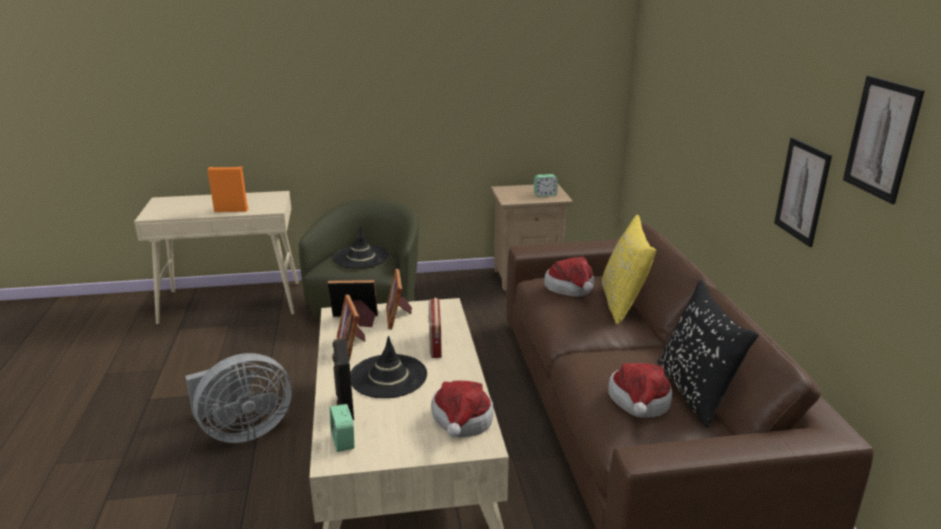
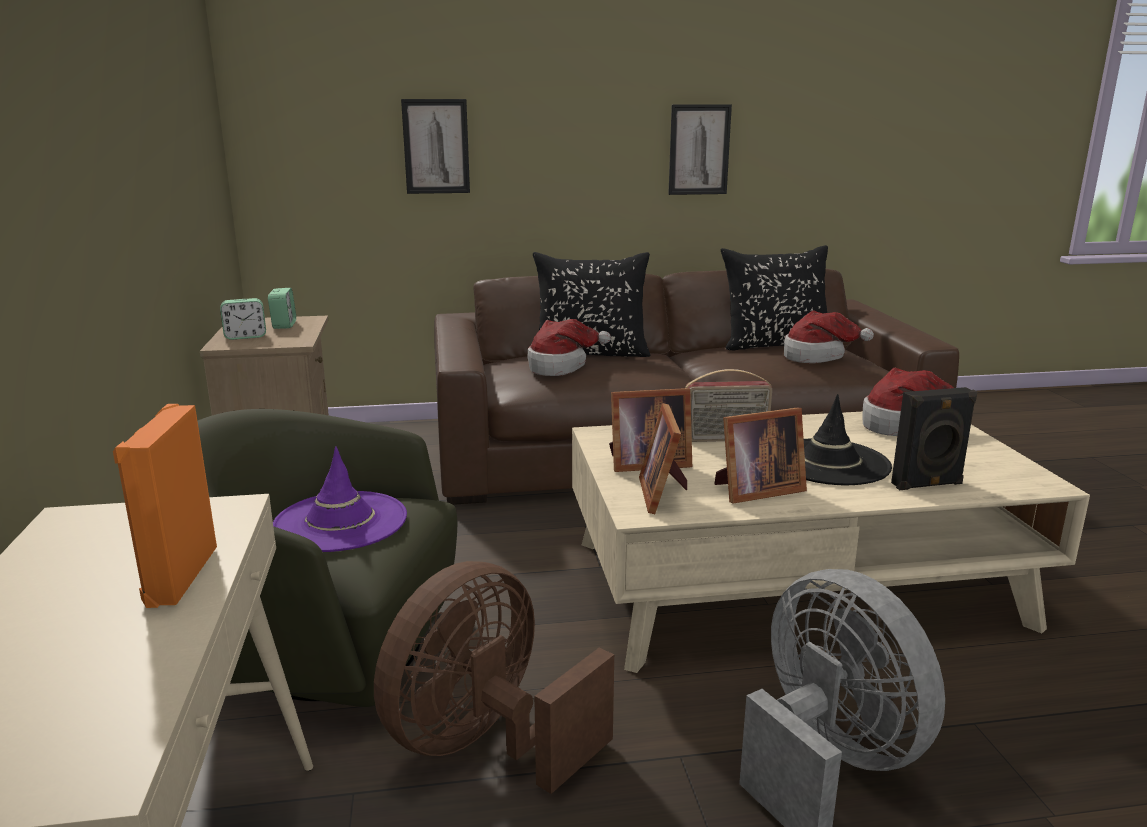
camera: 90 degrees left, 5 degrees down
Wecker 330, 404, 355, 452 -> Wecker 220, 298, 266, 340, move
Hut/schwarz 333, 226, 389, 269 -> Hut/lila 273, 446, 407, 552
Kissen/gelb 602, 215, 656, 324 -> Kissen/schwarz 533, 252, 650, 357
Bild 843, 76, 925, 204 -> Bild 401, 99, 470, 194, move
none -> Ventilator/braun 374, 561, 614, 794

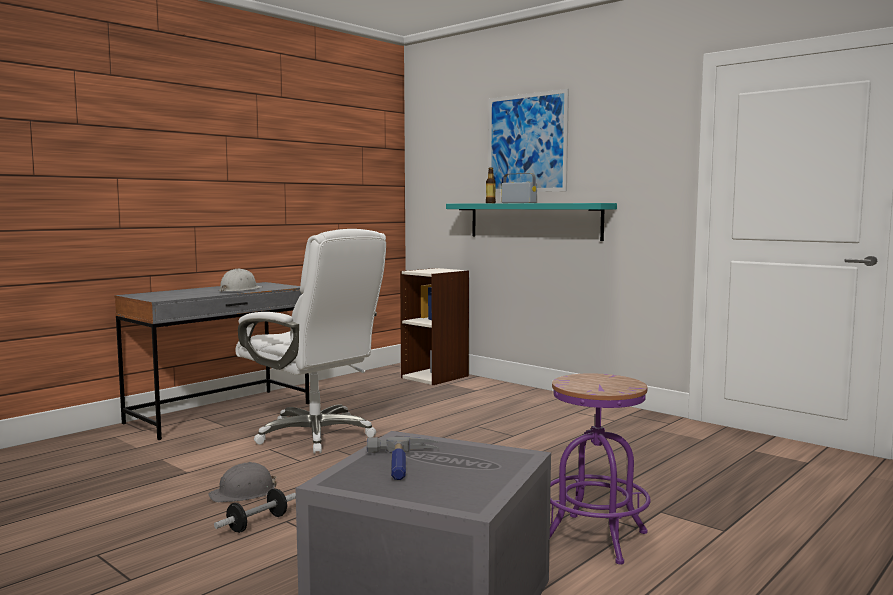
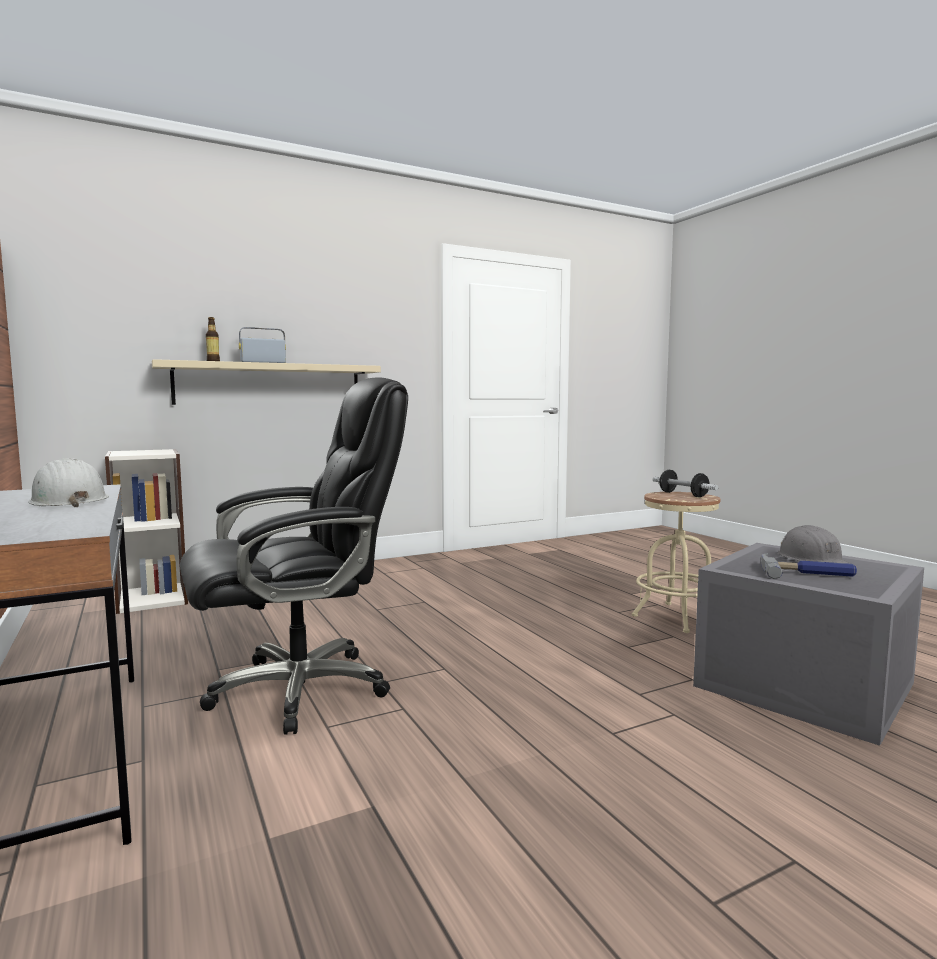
camera: 70 degrees left, 0 degrees up
Schutzhelm/grau 208, 462, 277, 502 -> Schutzhelm/grau 778, 525, 850, 564, move
Hantel 214, 488, 296, 533 -> Hantel 653, 470, 718, 498, move
Bürostuhl/weiß 236, 229, 386, 454 -> Bürostuhl/schwarz 180, 377, 408, 735
Wandregal/türkis 446, 203, 617, 241 -> Wandregal/beige 152, 359, 381, 405
Bild 488, 89, 569, 193 -> none
Hocker/lila 550, 373, 651, 565 -> Hocker/beige 632, 492, 720, 633

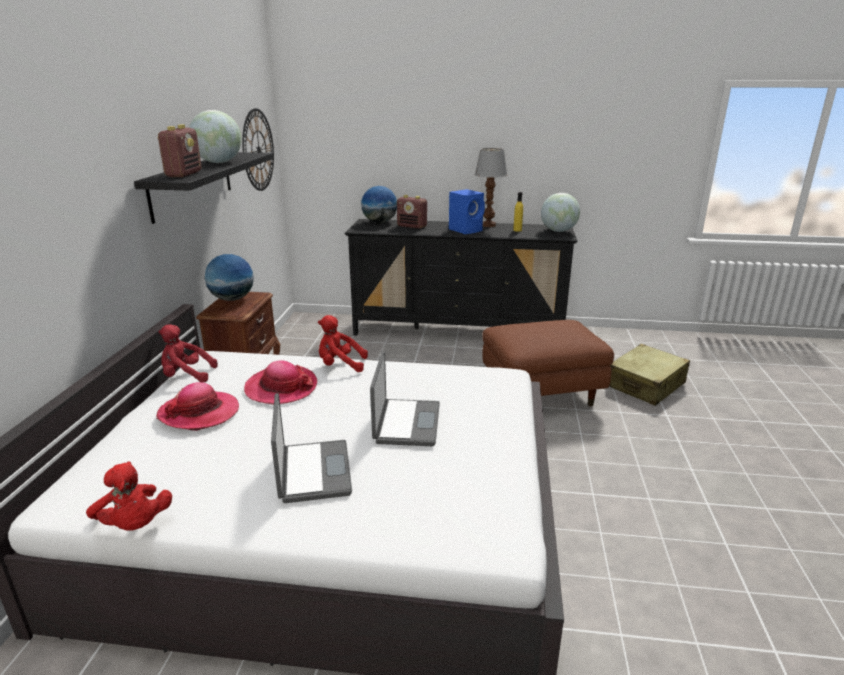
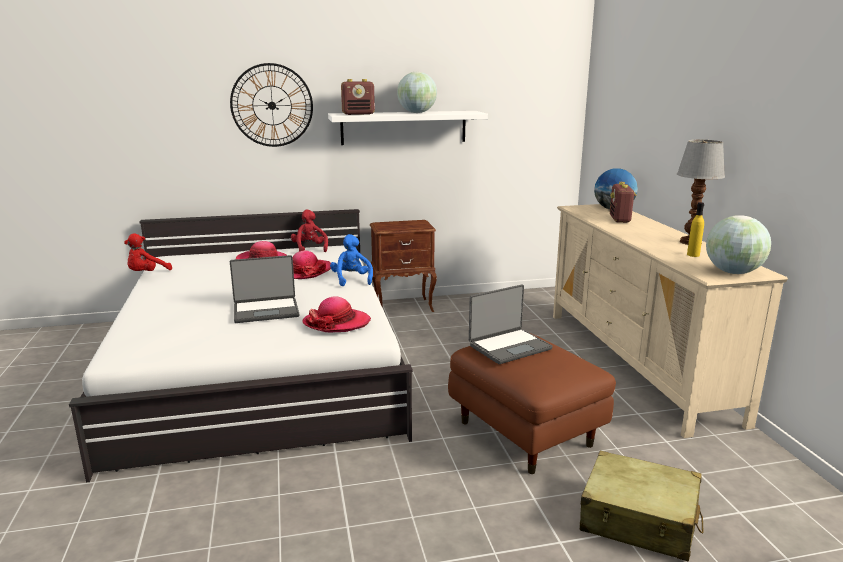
camera: 70 degrees right, 5 degrees down
Wandregal/schwarz 134, 152, 273, 224 -> Wandregal/weiß 328, 111, 488, 145
Globus 205, 254, 254, 301 -> none
Wanduhr 242, 108, 274, 191 -> Wanduhr 230, 63, 313, 147, move
Laptop 271, 393, 352, 503 -> Laptop 469, 284, 553, 364, move
Plüschtier/rot 318, 315, 368, 372 -> Plüschtier/blau 330, 234, 373, 286
Kommode/schwarz 344, 219, 578, 336 -> Kommode/beige 553, 204, 788, 438
Lautsprecher/blau 449, 189, 485, 234 -> none
none -> Hut 302, 296, 371, 332

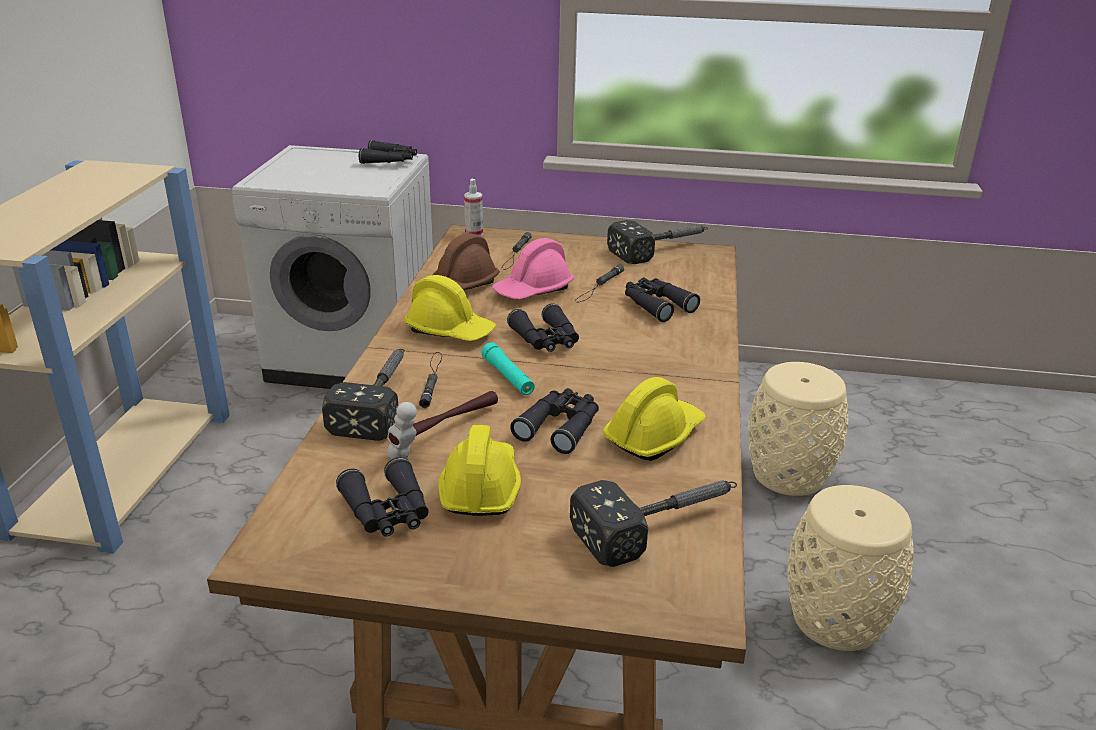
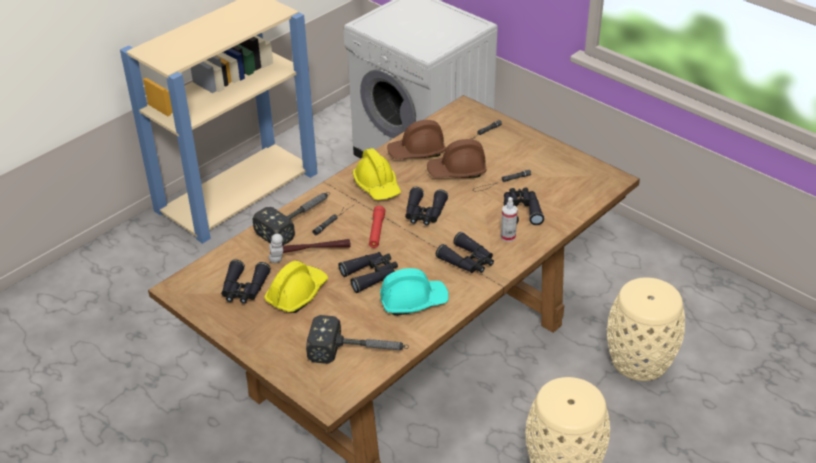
camera: 35 degrees right, 10 degrees up
Fernglas/schwarz 359, 140, 417, 164 -> Fernglas/schwarz 436, 232, 494, 273, move
Sprühflasche 464, 179, 483, 236 -> Sprühflasche 501, 197, 518, 242, move
Taschenlampe/türkis 481, 342, 535, 395 -> Taschenlampe/rot 369, 206, 385, 248
Schutzhelm/rosa 492, 238, 574, 299 -> Schutzhelm/braun 427, 139, 487, 178
Schutzhelm/gelb 603, 377, 706, 461 -> Schutzhelm/türkis 380, 268, 448, 316
Hammer 607, 220, 708, 264 -> none

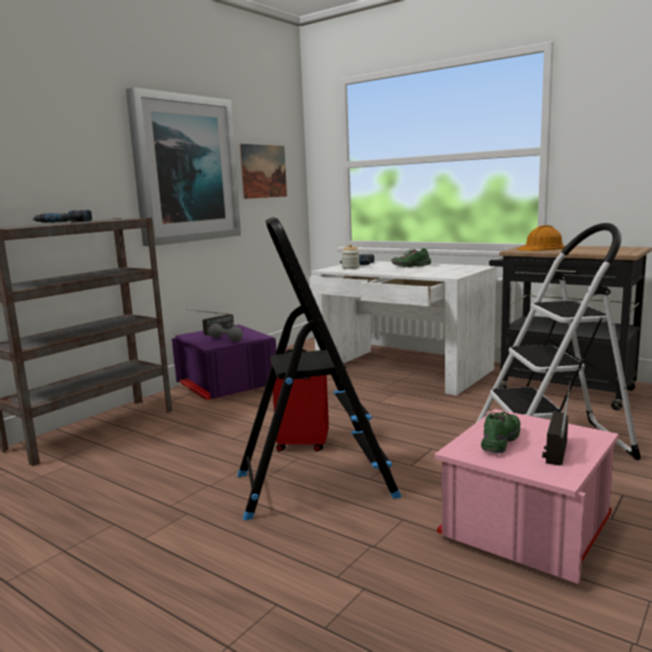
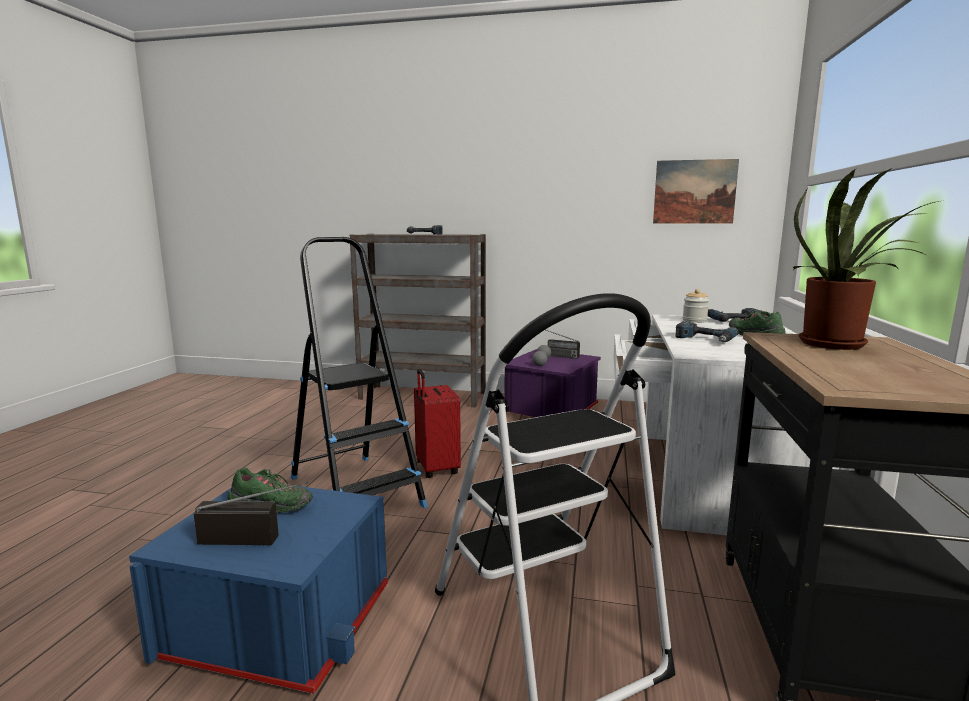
camera: 65 degrees right, 0 degrees up
Bild 126, 87, 241, 246 -> none
Aufbewahrungsbox/rosa 434, 409, 619, 584 -> Aufbewahrungsbox/blau 129, 485, 388, 694
Schutzhelm/orange 516, 225, 564, 251 -> Topfpflanze 793, 168, 939, 350
none -> Bohrmaschine 675, 321, 739, 342

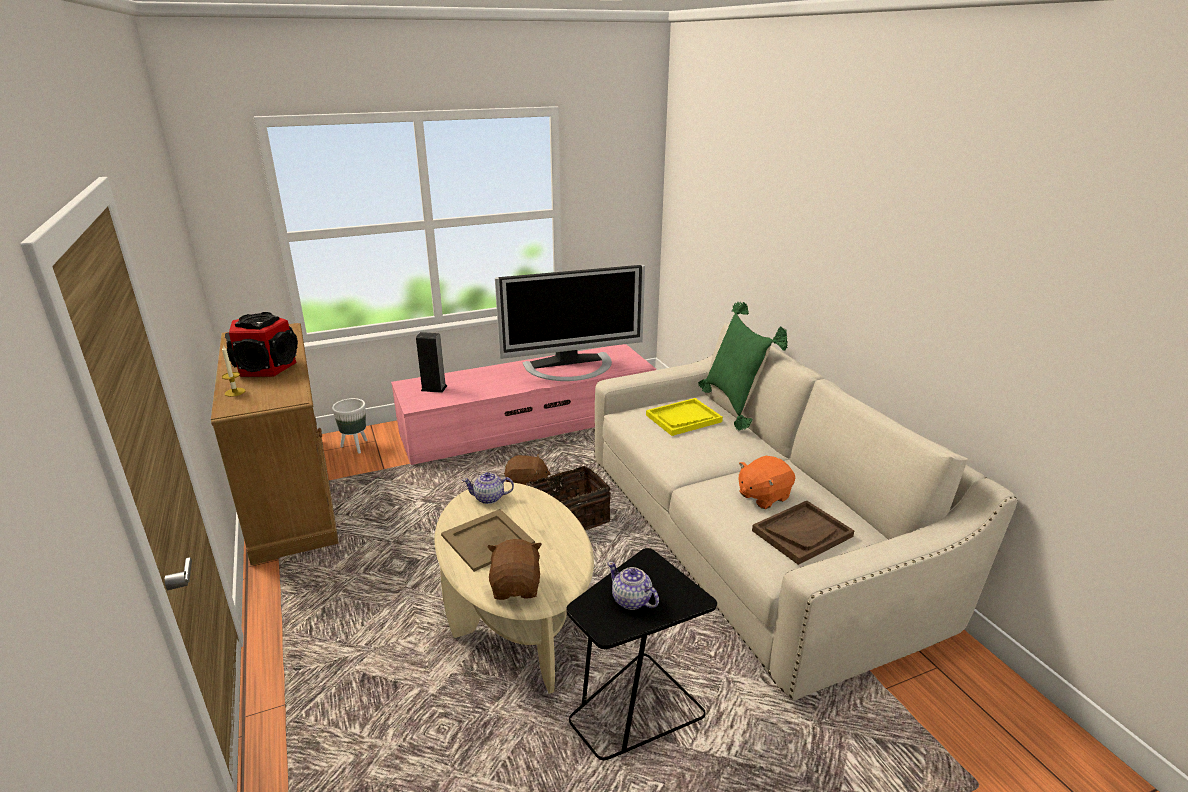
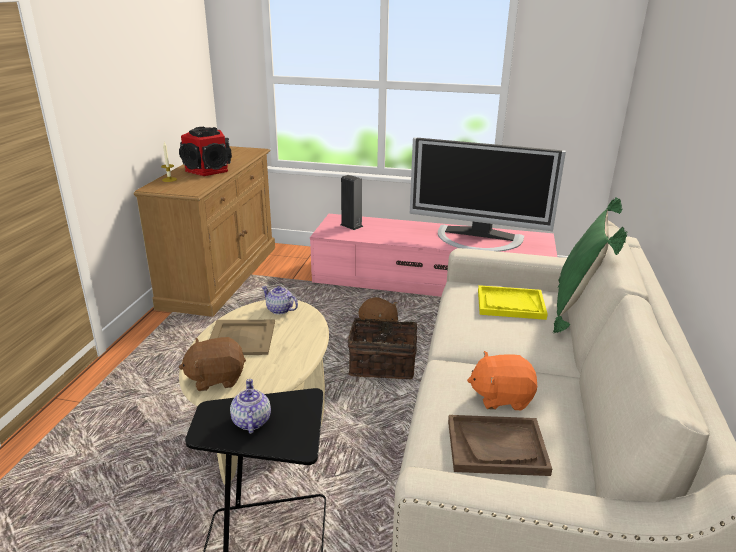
camera: 35 degrees right, 0 degrees up
Pflanzkübel/weiß 332, 398, 367, 454 -> none
Plüschtier/braun 487, 539, 542, 600 -> Plüschtier/braun 179, 337, 246, 391, 135 degrees counterclockwise

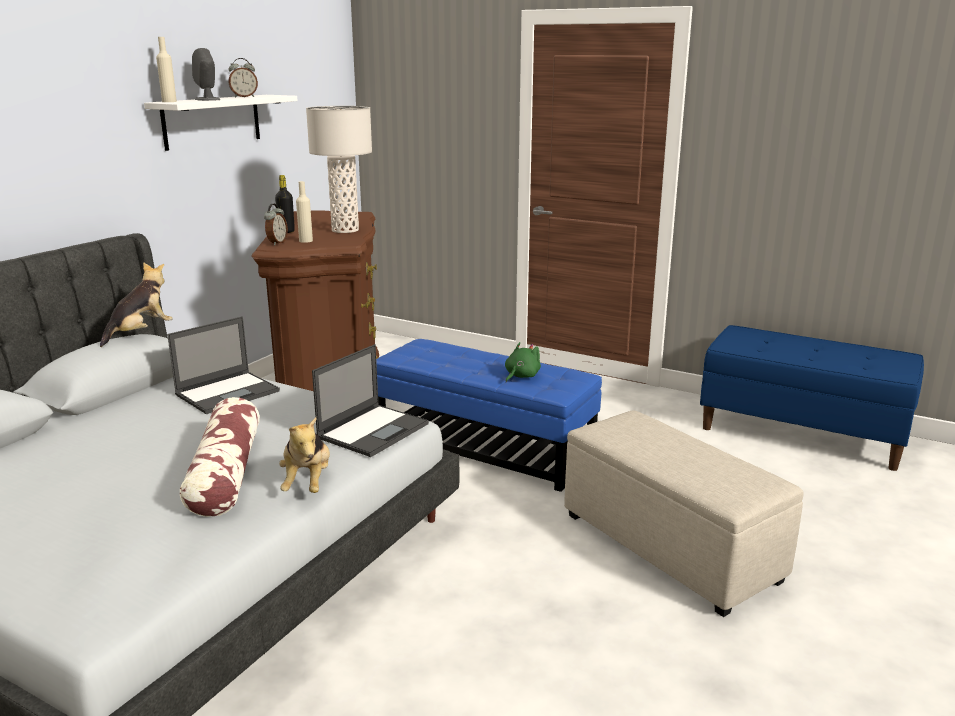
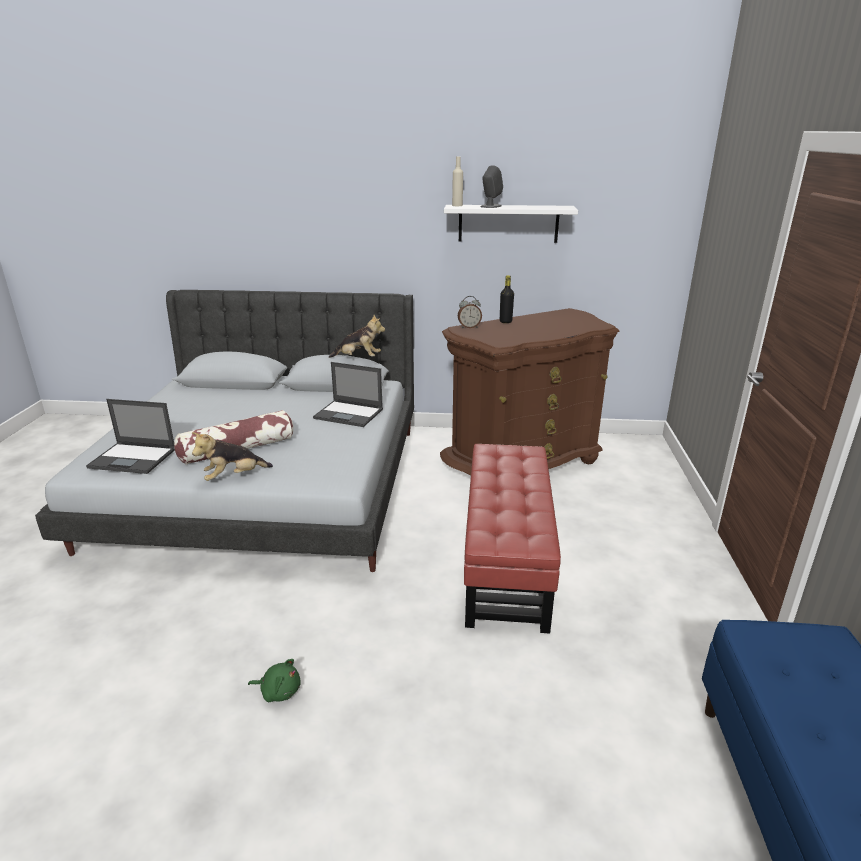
camera: 65 degrees right, 5 degrees up
Wecker 228, 58, 258, 97 -> none
Flasche/beige 296, 181, 313, 243 -> none
Tischlampe/weiß 306, 106, 372, 233 -> none
Laptop 312, 344, 429, 457 -> Laptop 86, 399, 175, 474, move
Polsterhocker/blau 376, 339, 602, 492 -> Polsterhocker/rot 464, 444, 561, 634
Plüschtier/grün 505, 342, 541, 383 -> Plüschtier/grün 248, 659, 301, 702, move
Polsterhocker/beige 564, 410, 803, 617 -> none

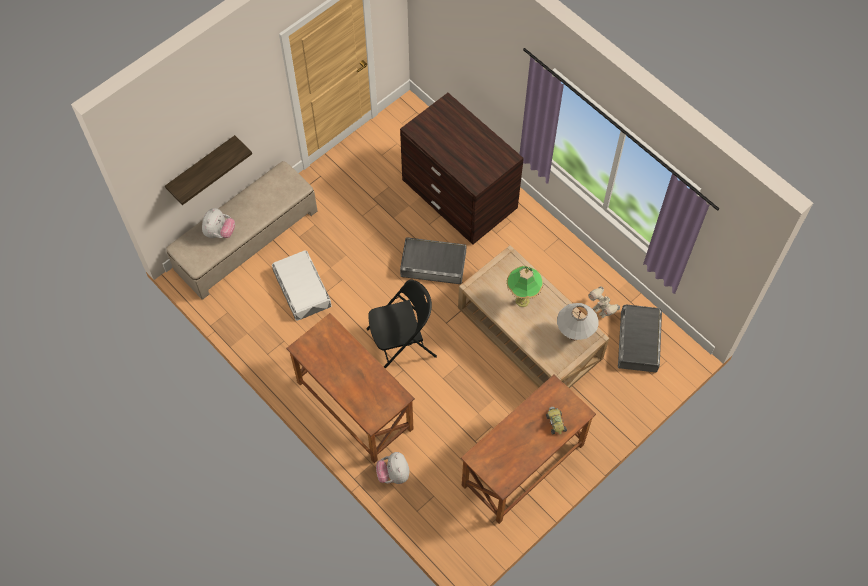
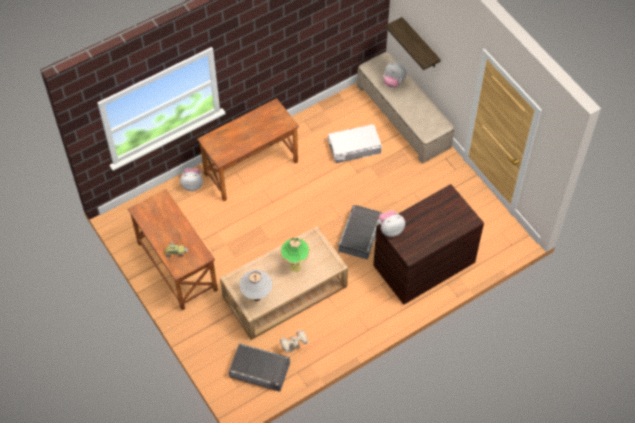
camera: 100 degrees right, 5 degrees down
Stuhl/schwarz 367, 279, 437, 369 -> none
none -> Plüschtier 378, 210, 405, 237

